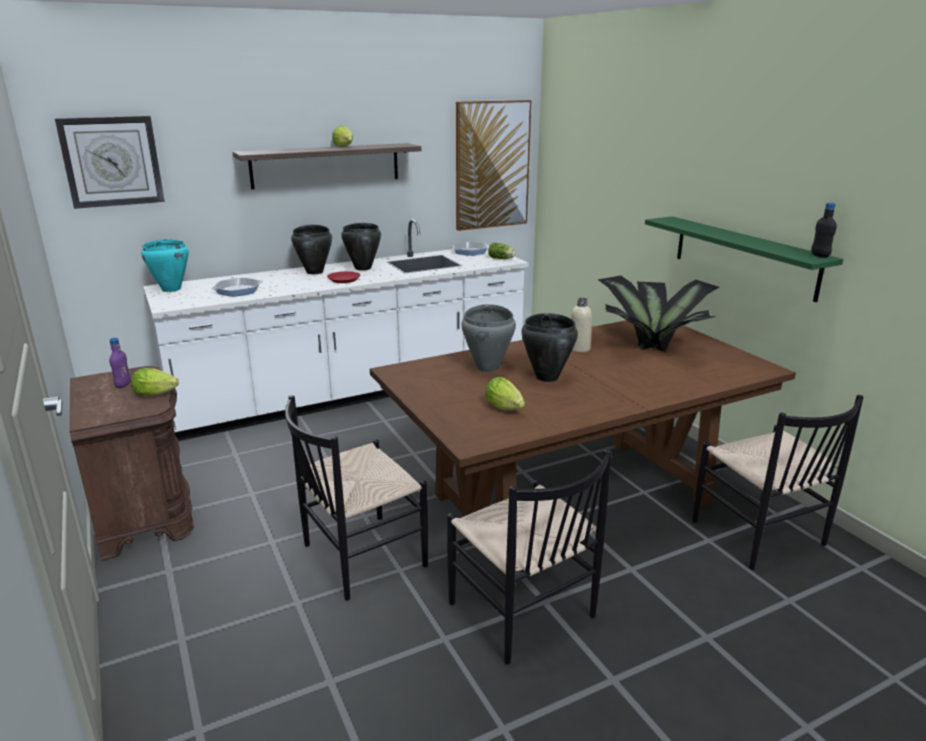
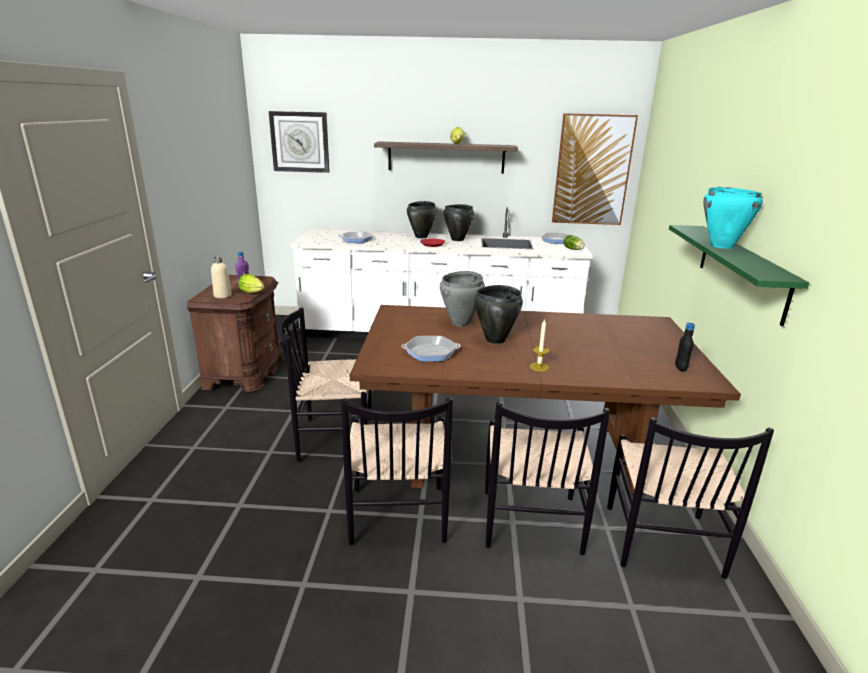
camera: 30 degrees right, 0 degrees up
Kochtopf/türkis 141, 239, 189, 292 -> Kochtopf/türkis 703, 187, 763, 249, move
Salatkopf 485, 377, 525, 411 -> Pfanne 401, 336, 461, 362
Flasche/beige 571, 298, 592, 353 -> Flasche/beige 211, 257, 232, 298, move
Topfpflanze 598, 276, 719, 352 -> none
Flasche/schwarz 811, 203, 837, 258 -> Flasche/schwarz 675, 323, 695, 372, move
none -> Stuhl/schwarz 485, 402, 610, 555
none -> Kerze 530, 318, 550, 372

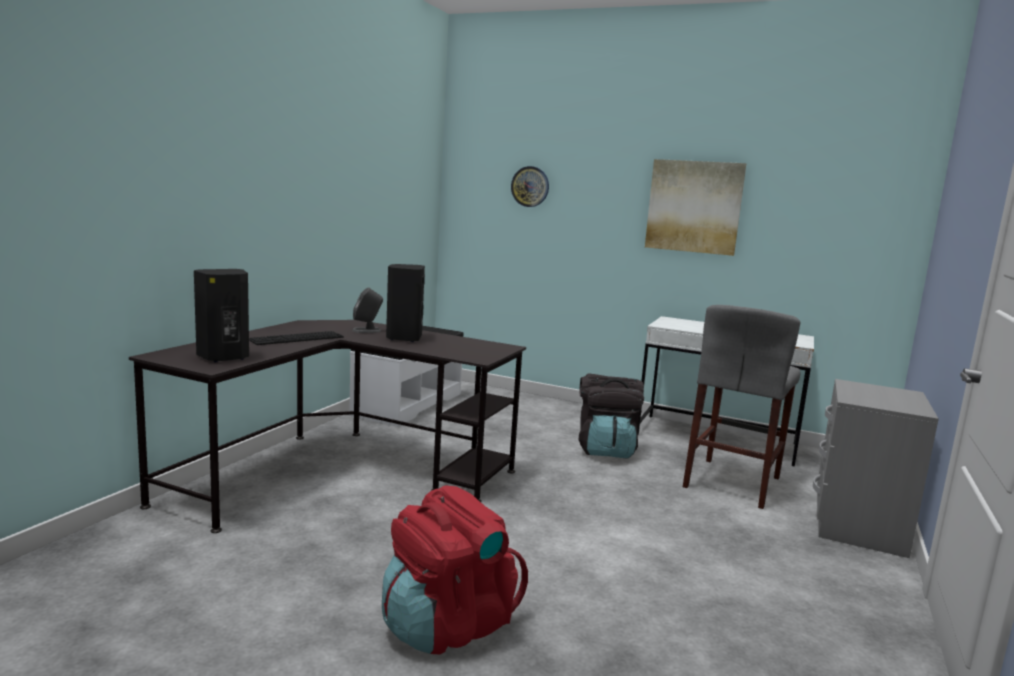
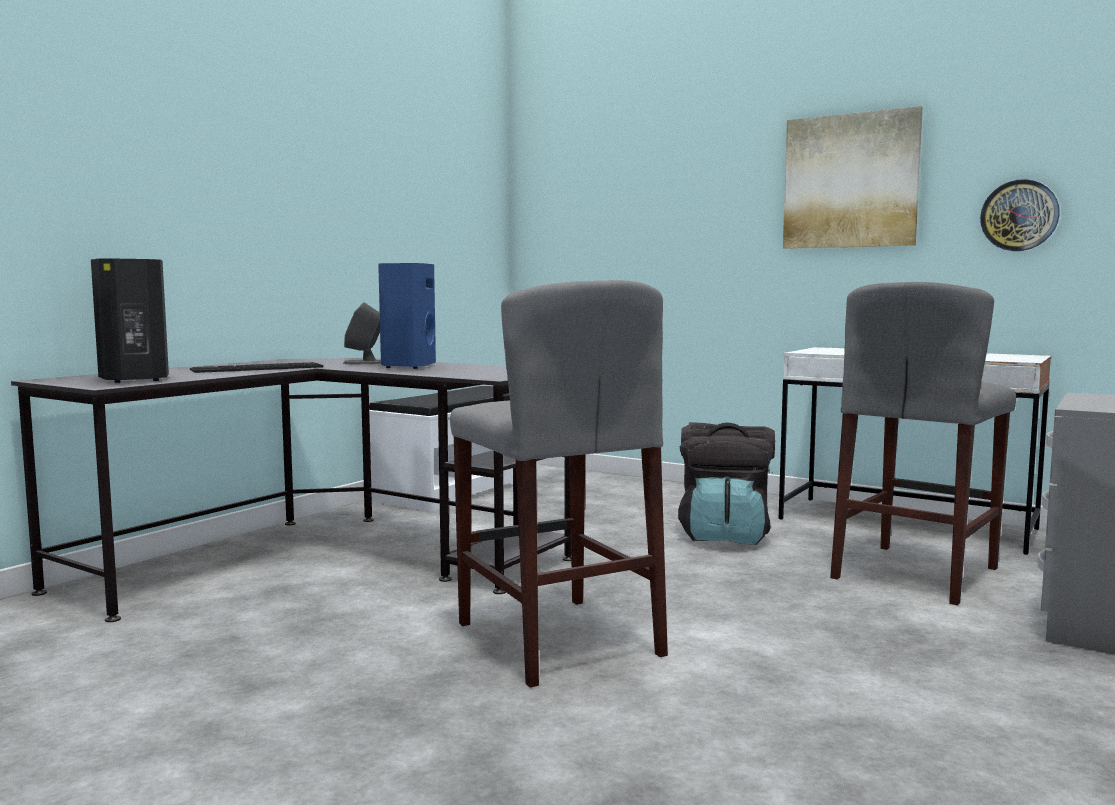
camera: 10 degrees right, 5 degrees down
Rucksack/rot 382, 485, 528, 654 -> none
Lautsprecher/schwarz 386, 264, 425, 342 -> Lautsprecher/blau 378, 263, 436, 369
Wanduhr 511, 166, 549, 207 -> Wanduhr 980, 179, 1060, 251, move
none -> Hocker/grau 450, 280, 668, 688

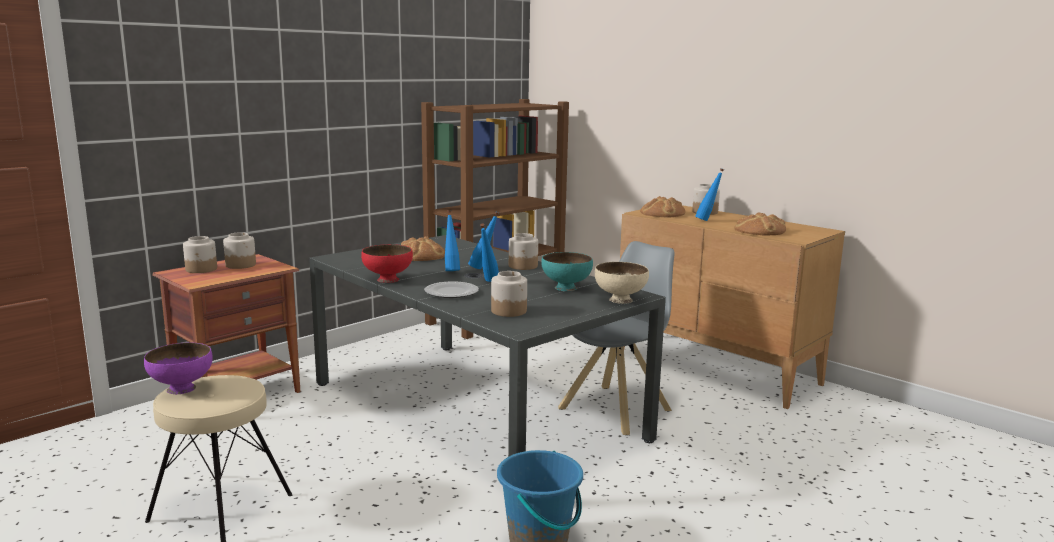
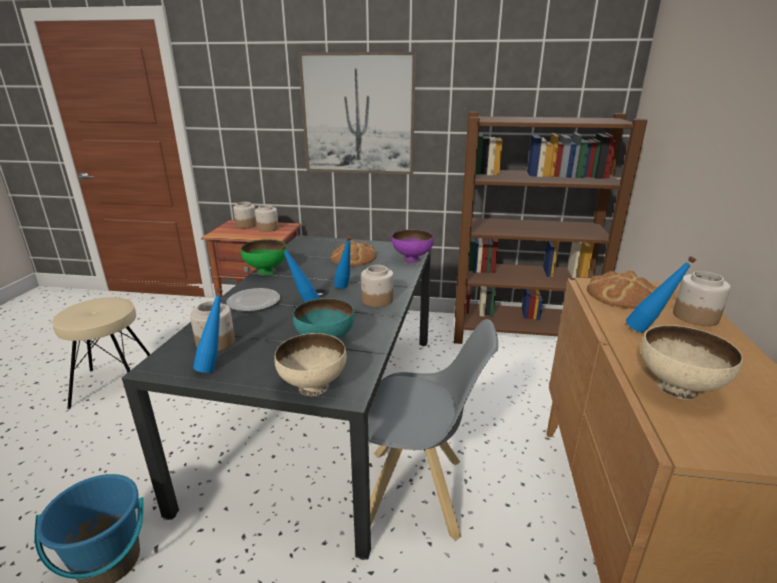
camera: 55 degrees right, 10 degrees up
Schüssel/lila 144, 343, 213, 394 -> Schüssel/lila 392, 229, 434, 263, move
Schüssel/rot 361, 244, 413, 283 -> Schüssel/grün 241, 239, 287, 275
Flasche/blau 445, 210, 460, 271 -> Flasche/blau 193, 289, 223, 373, move
Brot 734, 212, 786, 236 -> Schüssel/beige 641, 325, 743, 400
none -> Bild 298, 52, 416, 174

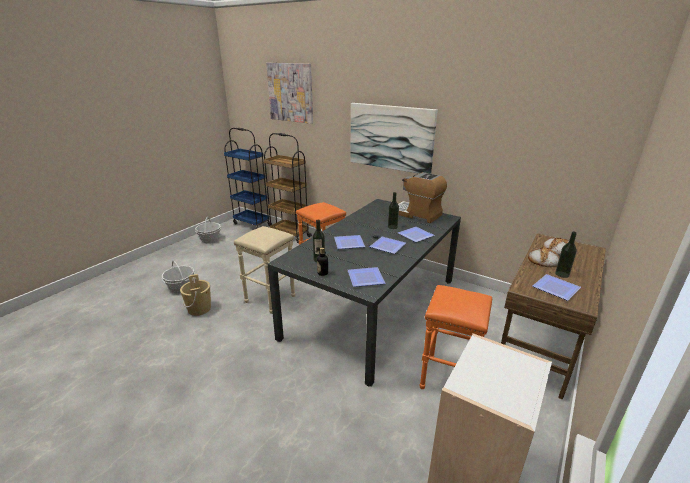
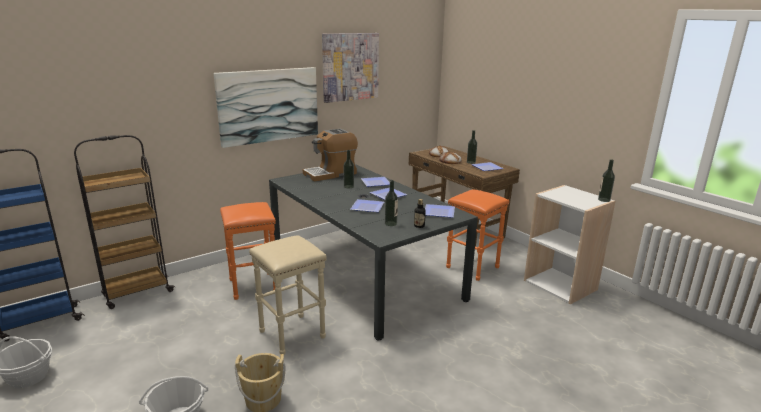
camera: 70 degrees left, 5 degrees down
Bild 266, 63, 313, 124 -> Bild 322, 33, 379, 103, move
none -> Flasche 598, 160, 615, 202

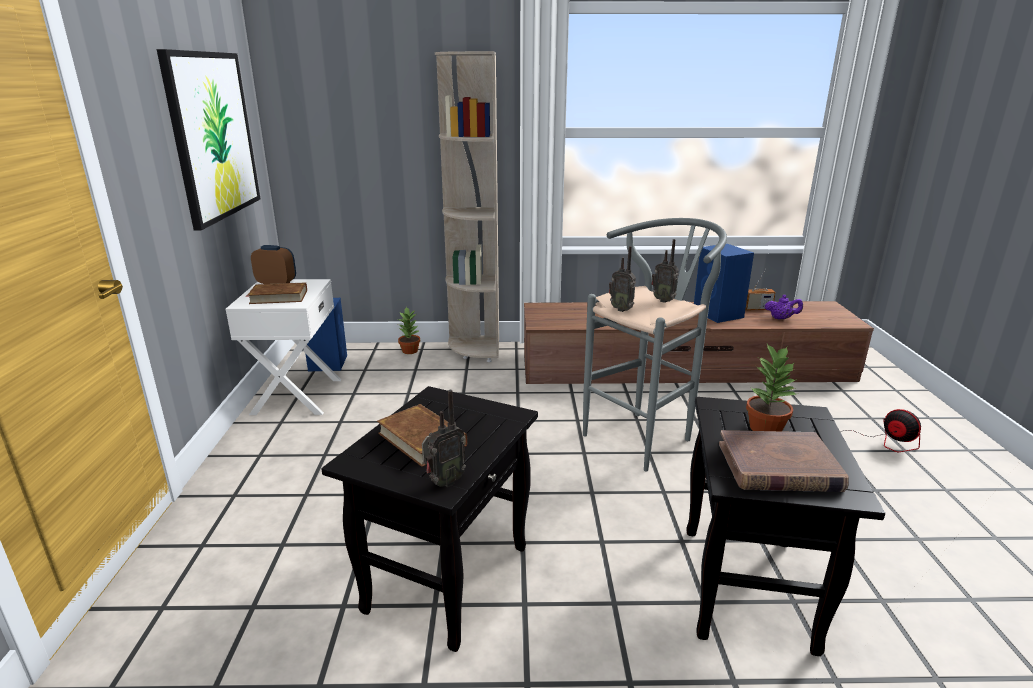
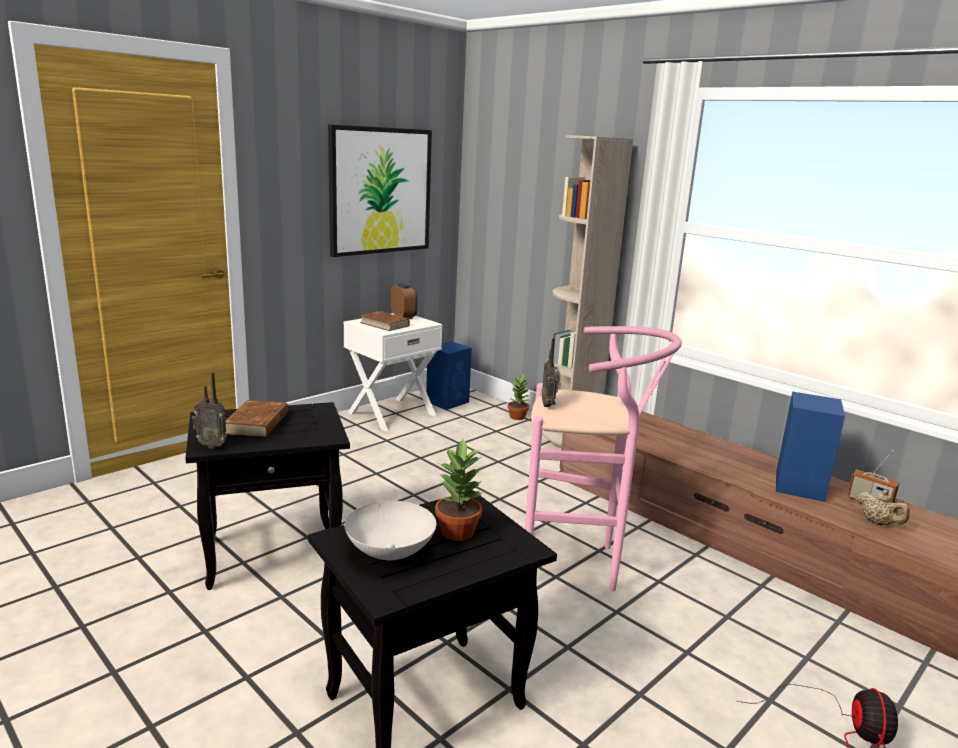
camera: 45 degrees right, 5 degrees down
Hocker/grau 583, 218, 727, 471 -> Hocker/rosa 525, 326, 682, 591
Radio 651, 239, 679, 303 -> none
Buch/braun 719, 430, 849, 492 -> Schüssel/weiß 345, 501, 437, 560
Teekanne/lila 765, 295, 803, 320 -> Teekanne/beige 856, 490, 910, 525

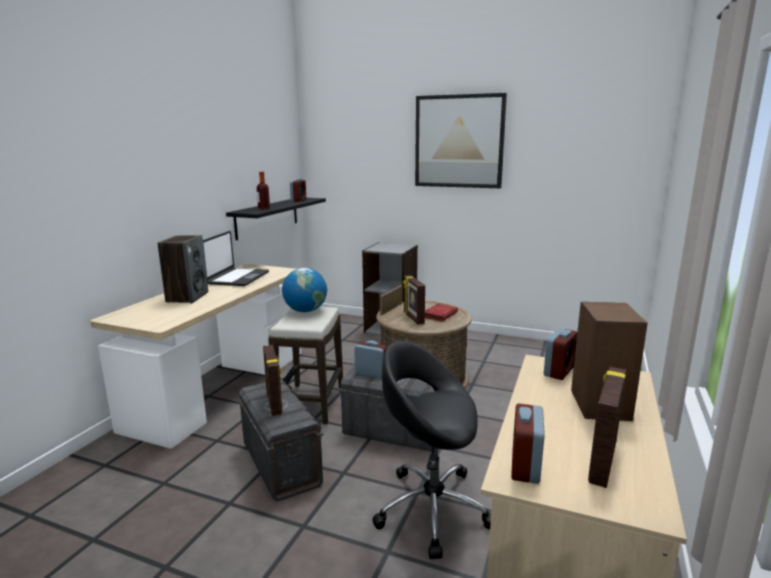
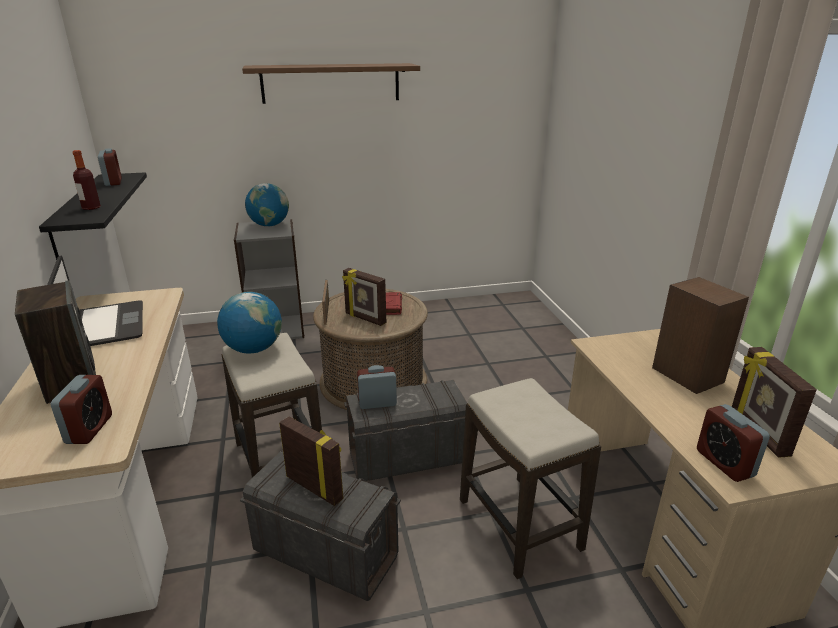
camera: 35 degrees left, 10 degrees up
Bürostuhl/schwarz 373, 341, 491, 559 -> Hocker 460, 378, 601, 579
Bild 415, 93, 507, 188 -> Wandregal/braun 242, 63, 420, 104
Wecker 544, 328, 577, 380 -> Wecker 51, 375, 112, 444, move
none -> Globus 245, 183, 289, 226

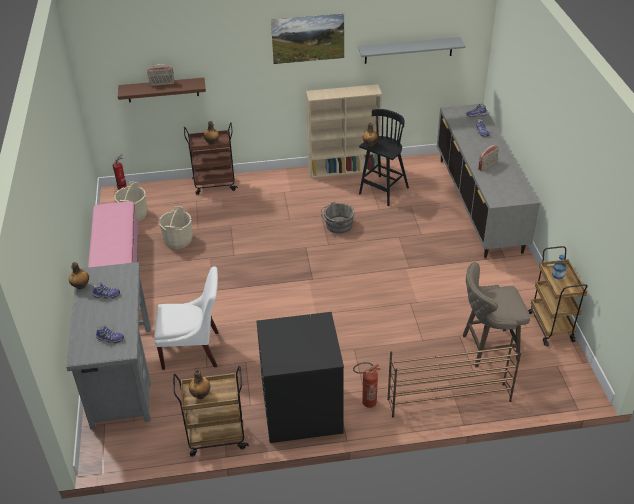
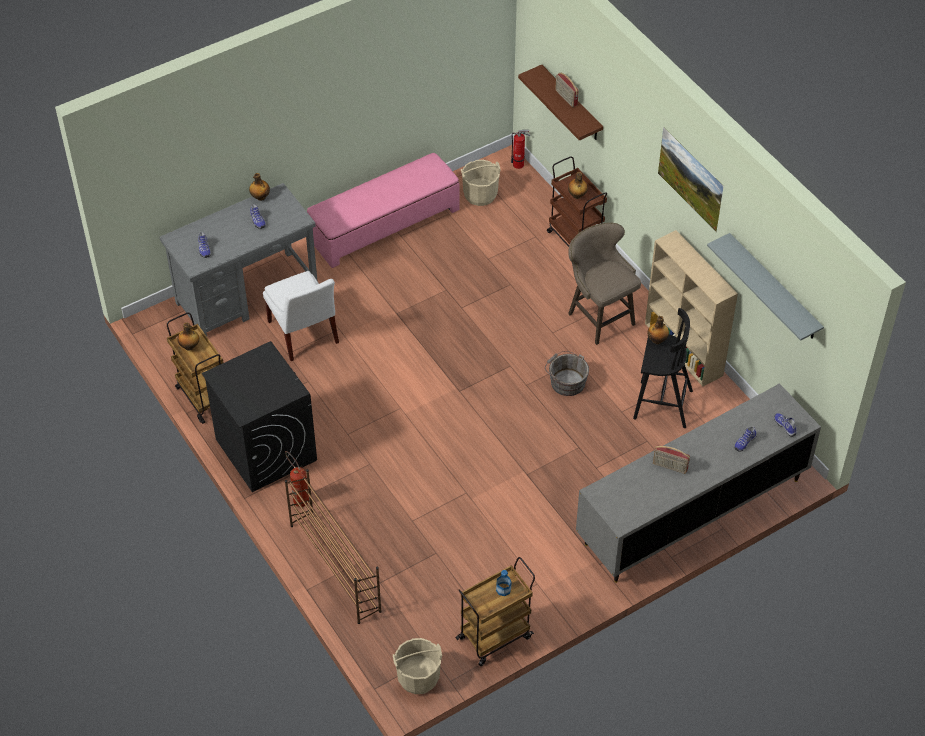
camera: 65 degrees right, 10 degrees up
Eimer/beige 159, 206, 193, 249 -> Eimer/beige 393, 638, 442, 694, move
Hocker/beige 463, 262, 530, 367 -> Hocker/beige 568, 223, 641, 345, move

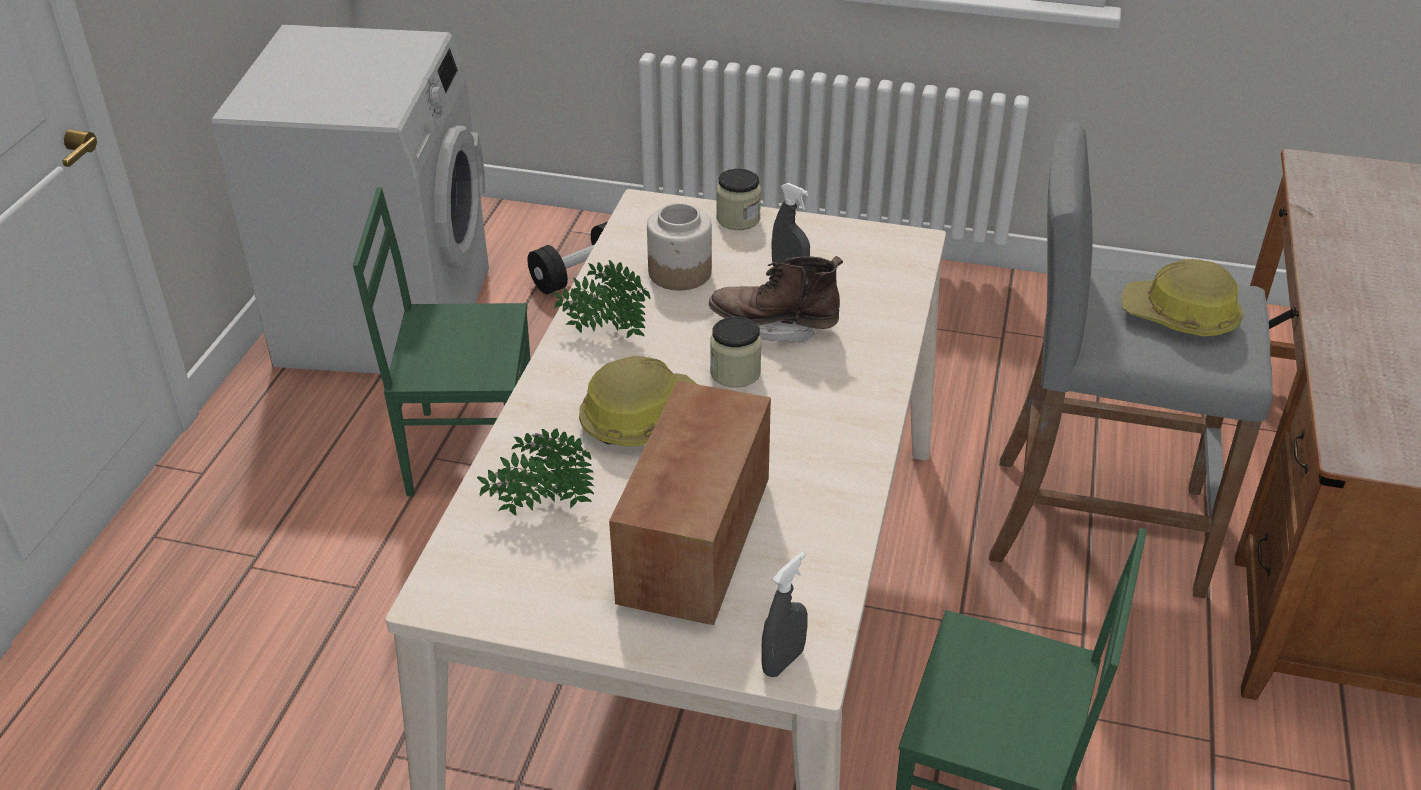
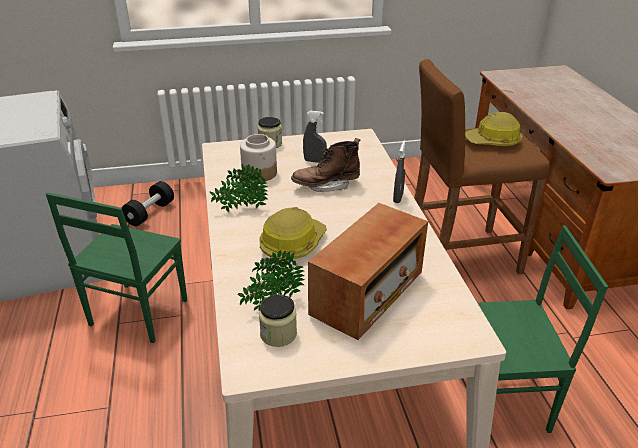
camera: 25 degrees left, 5 degrees down
Stuhl/grün 353, 187, 530, 496 -> Stuhl/grün 46, 192, 187, 343, 45 degrees counterclockwise
Radio 609, 381, 771, 625 -> Radio 308, 203, 428, 340, 135 degrees counterclockwise
Vorratsglas 710, 317, 762, 388 -> Vorratsglas 259, 294, 297, 347, move
Sprühflasche/grau 761, 552, 808, 677 -> Sprühflasche/grau 393, 140, 406, 203, move
Hocker/grau 989, 121, 1273, 598 -> Hocker/braun 414, 59, 549, 275

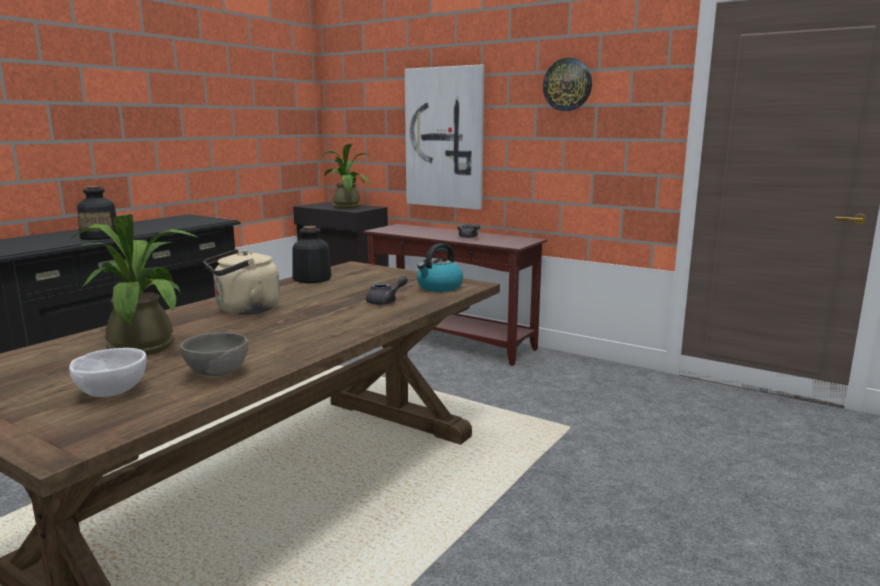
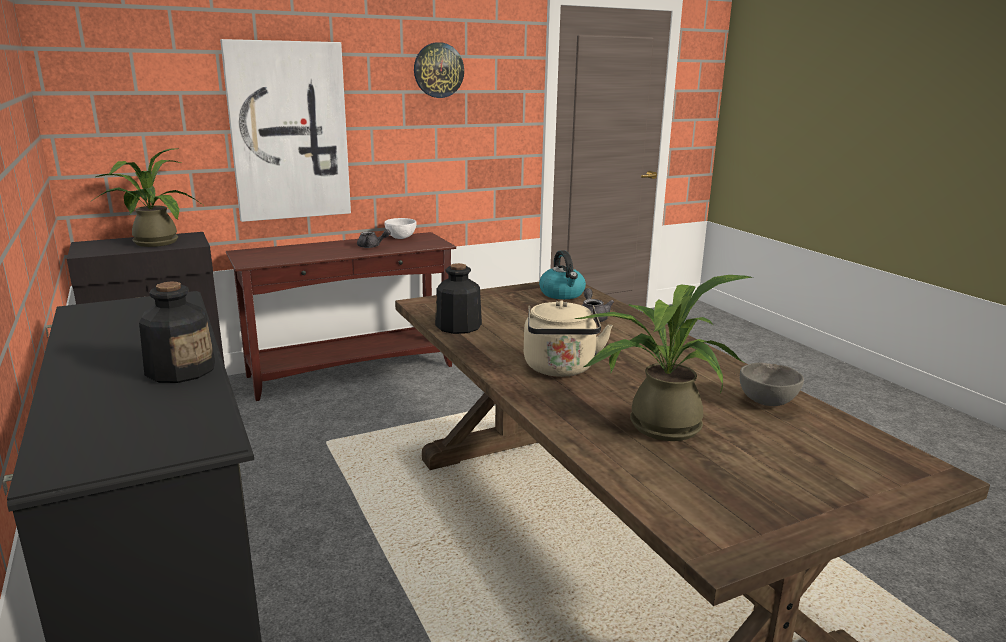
camera: 60 degrees left, 5 degrees up
Schüssel/weiß 69, 348, 147, 397 -> Schüssel/weiß 384, 218, 417, 239, move

